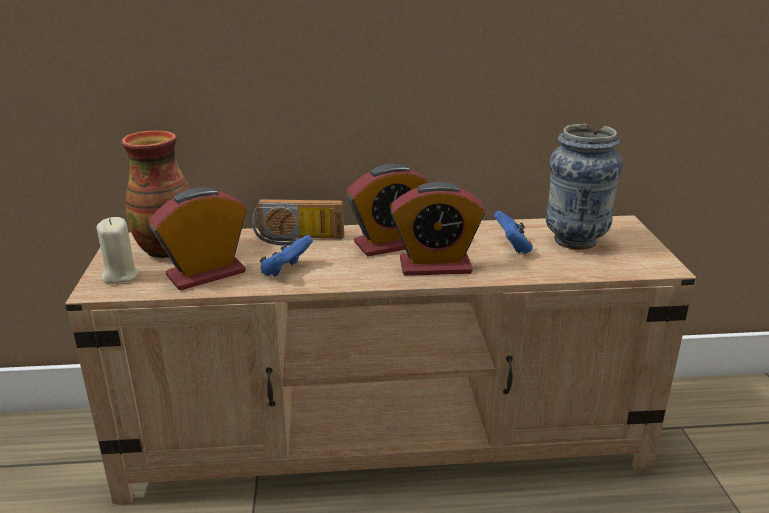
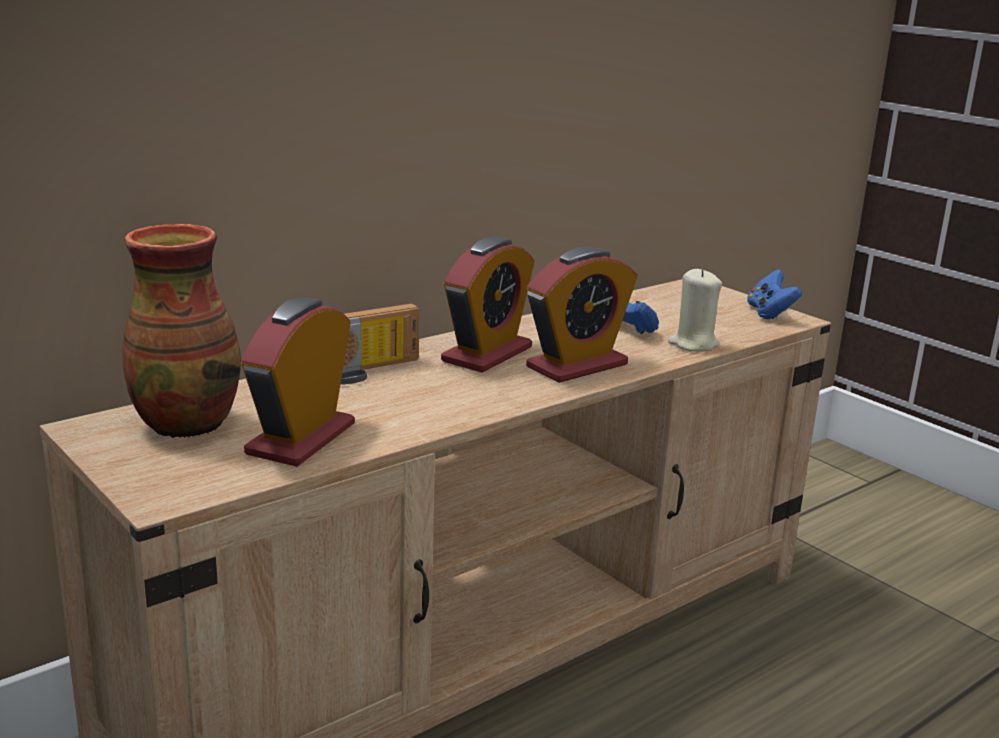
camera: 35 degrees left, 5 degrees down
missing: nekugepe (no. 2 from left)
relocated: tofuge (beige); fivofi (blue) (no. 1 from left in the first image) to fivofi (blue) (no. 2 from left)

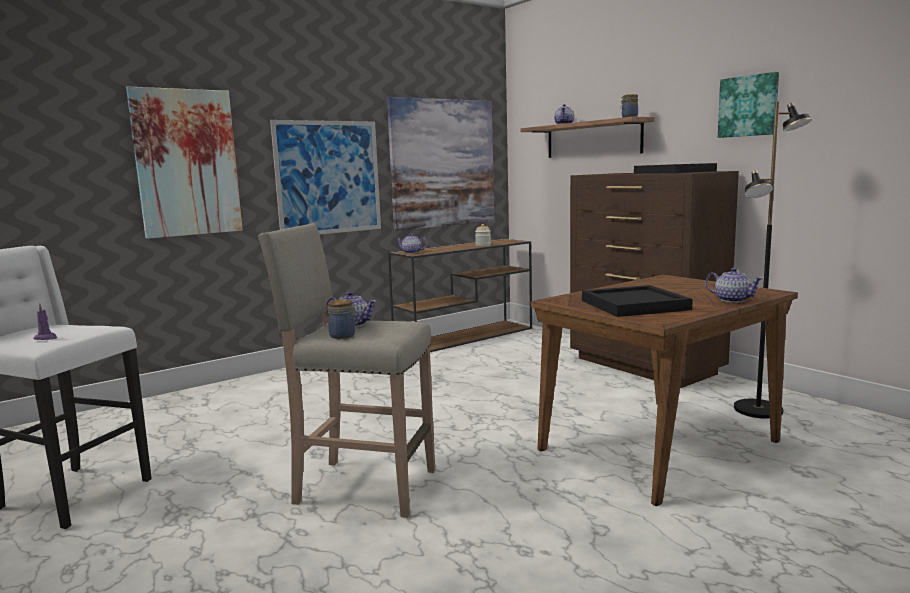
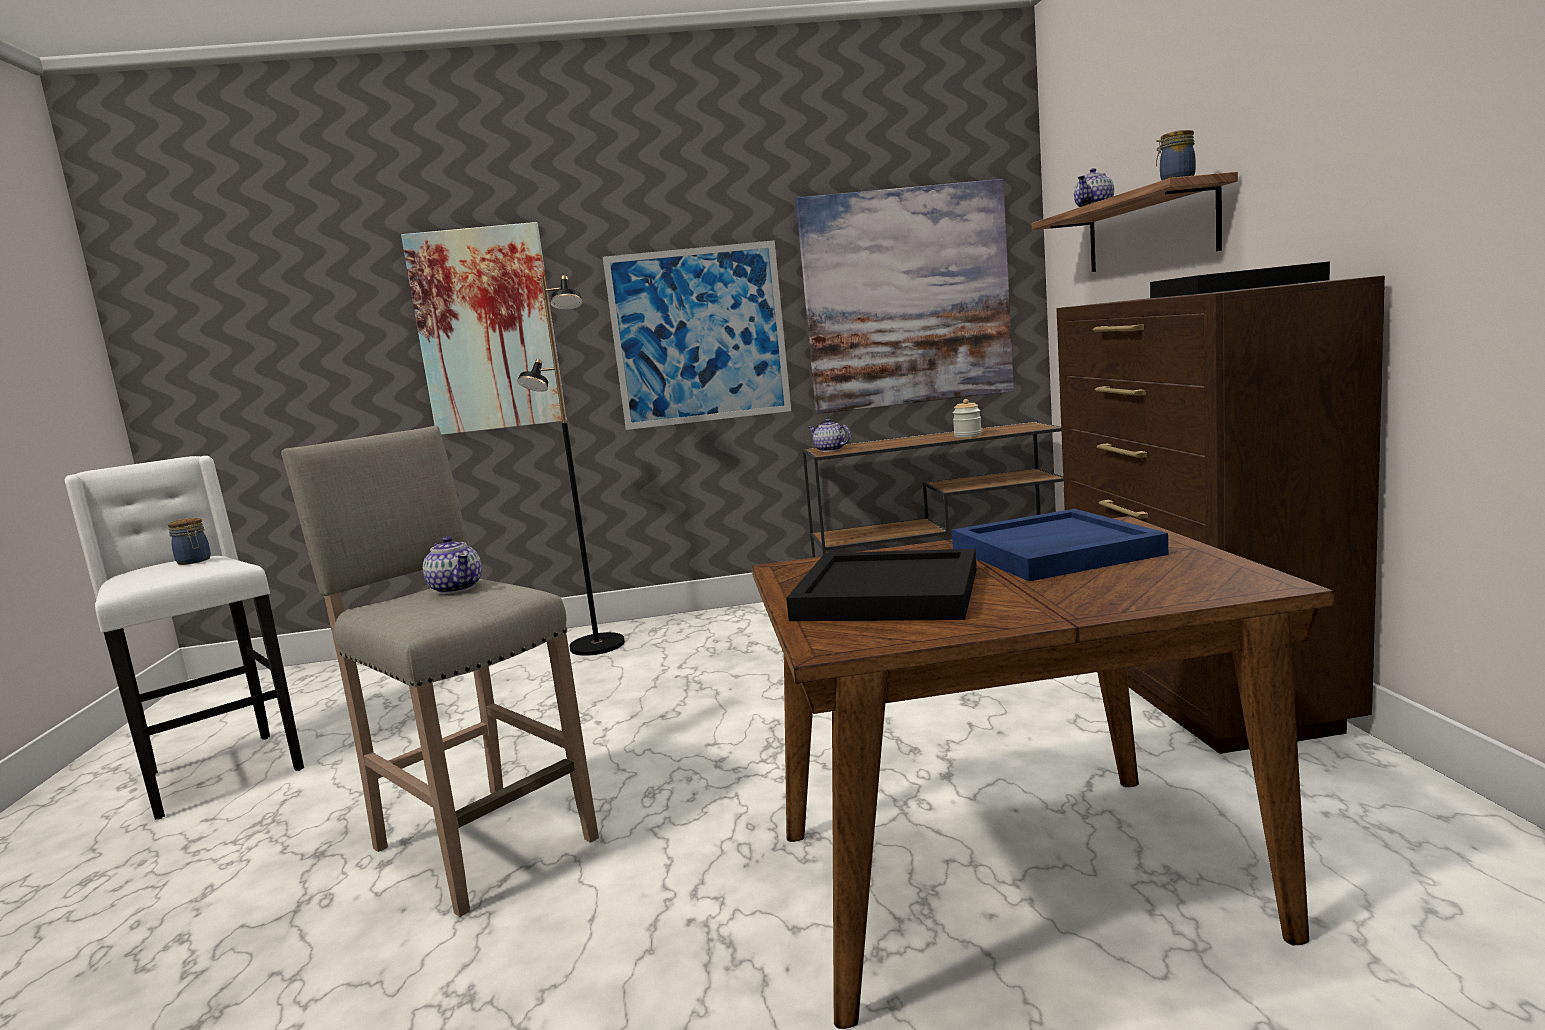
camera: 30 degrees right, 0 degrees up
missing: tofuge (purple); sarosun (no. 4 from left); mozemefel (no. 4 from left)
appeared: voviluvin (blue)
relocated: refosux (no. 1 from left); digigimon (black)

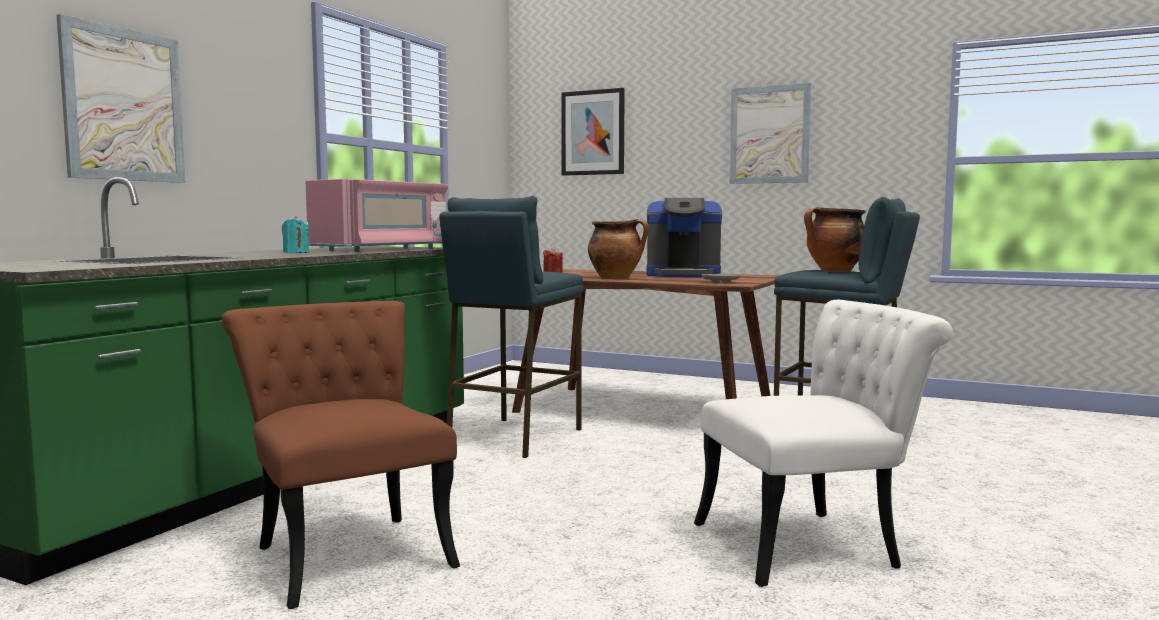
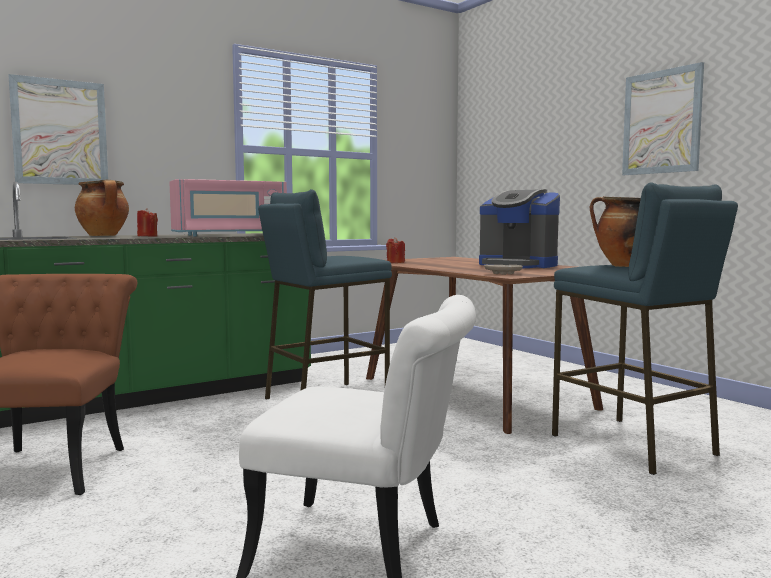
camera: 30 degrees right, 0 degrees up
missing: mozemefel (no. 2 from left)
relocated: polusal (no. 1 from left)
colour: tofuge (turquoise) to tofuge (red) (no. 1 from left)

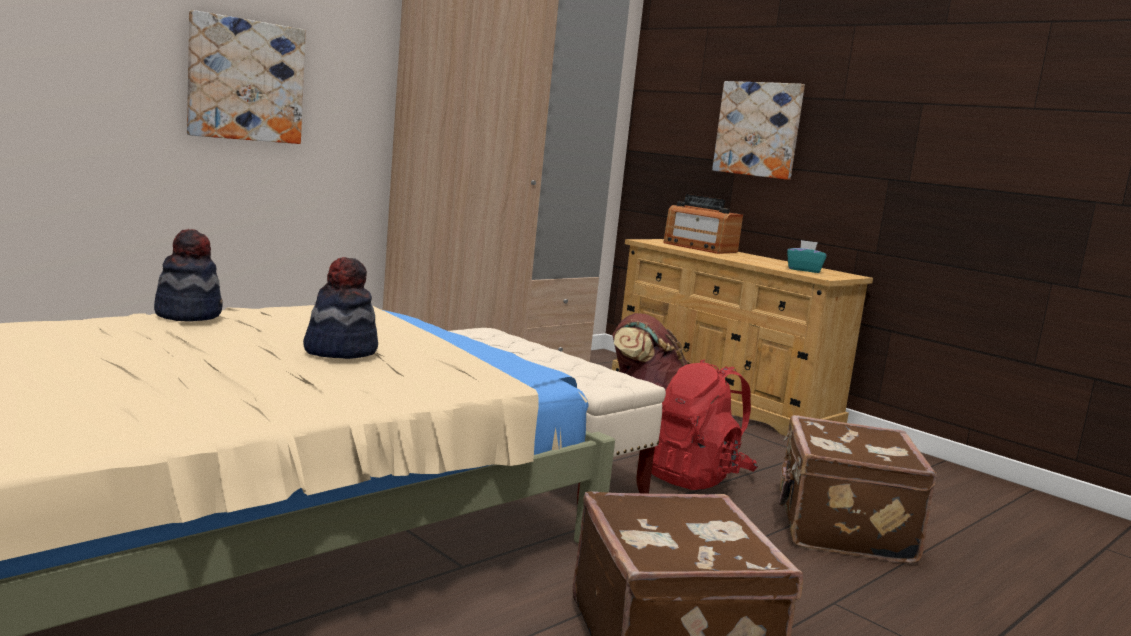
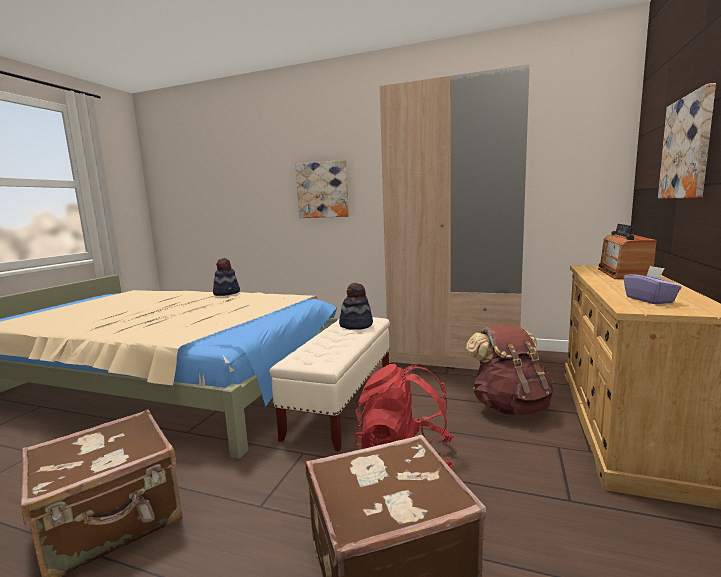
camera: 65 degrees right, 0 degrees up
relocated: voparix (no. 2 from left)
colour: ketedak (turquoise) to ketedak (purple)

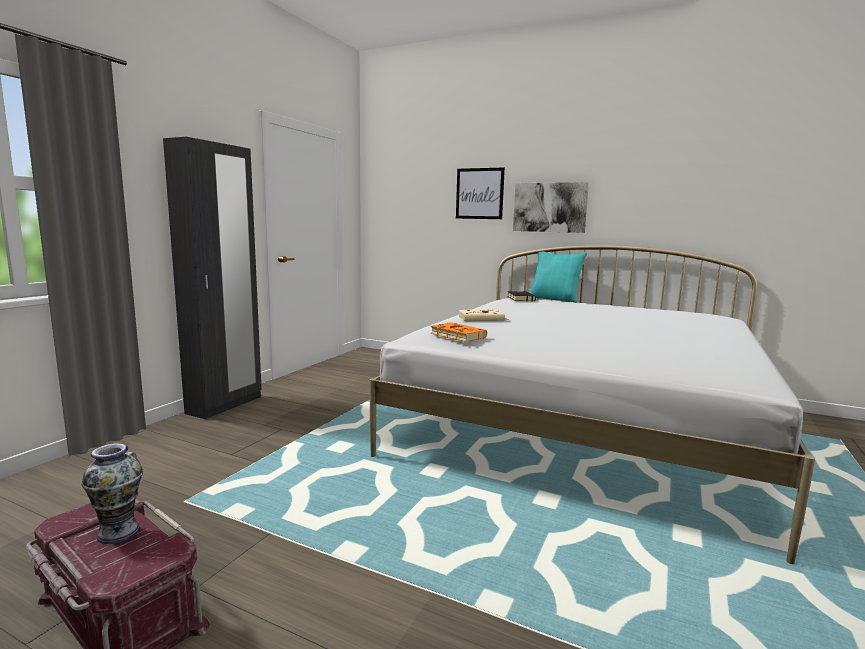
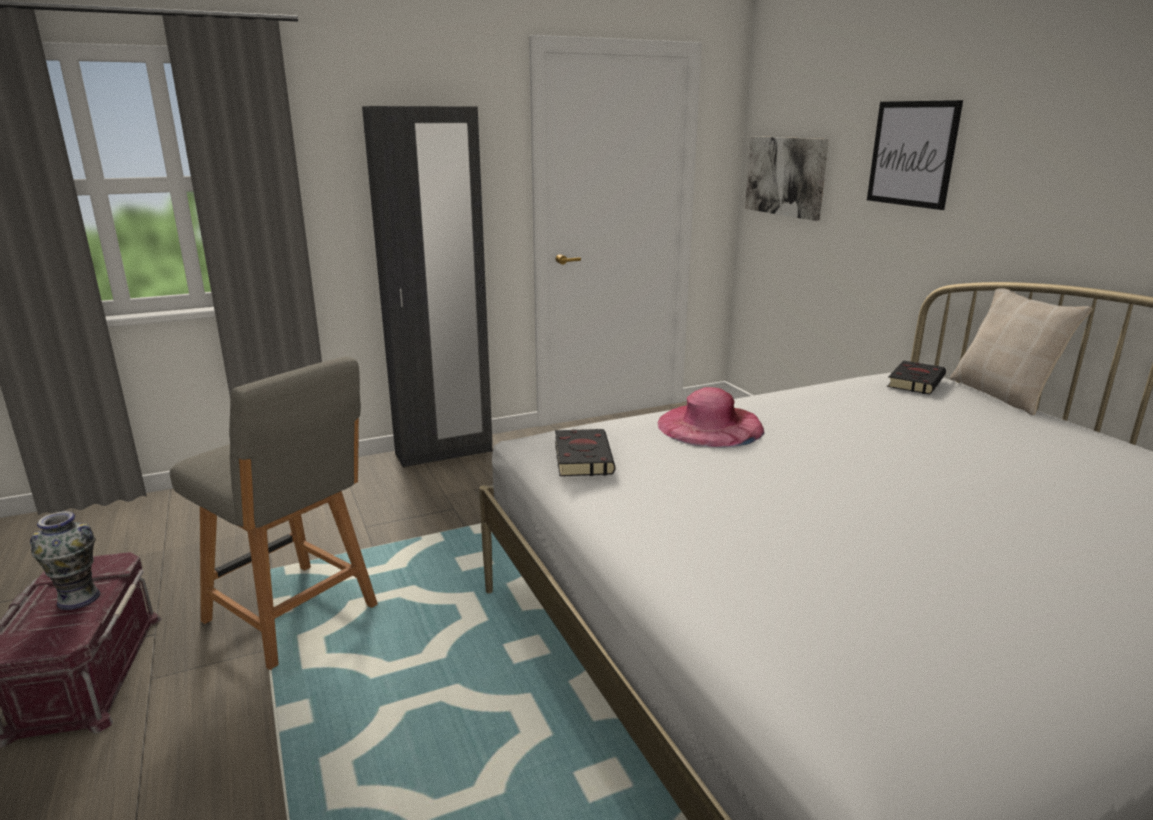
camera: 40 degrees right, 10 degrees up
appeared: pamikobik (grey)
relocated: mozemefel (no. 2 from left in the first image) to mozemefel (no. 1 from left)
exchanged: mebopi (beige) to voparix (pink)
colour: mebopi (orange) to mebopi (black) (no. 1 from left); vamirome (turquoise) to vamirome (beige)

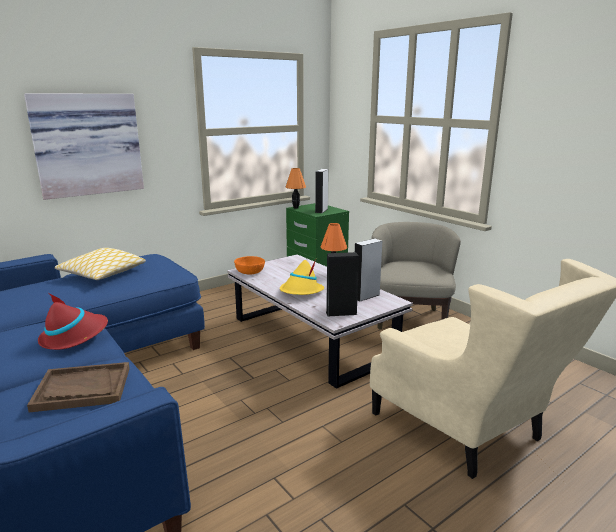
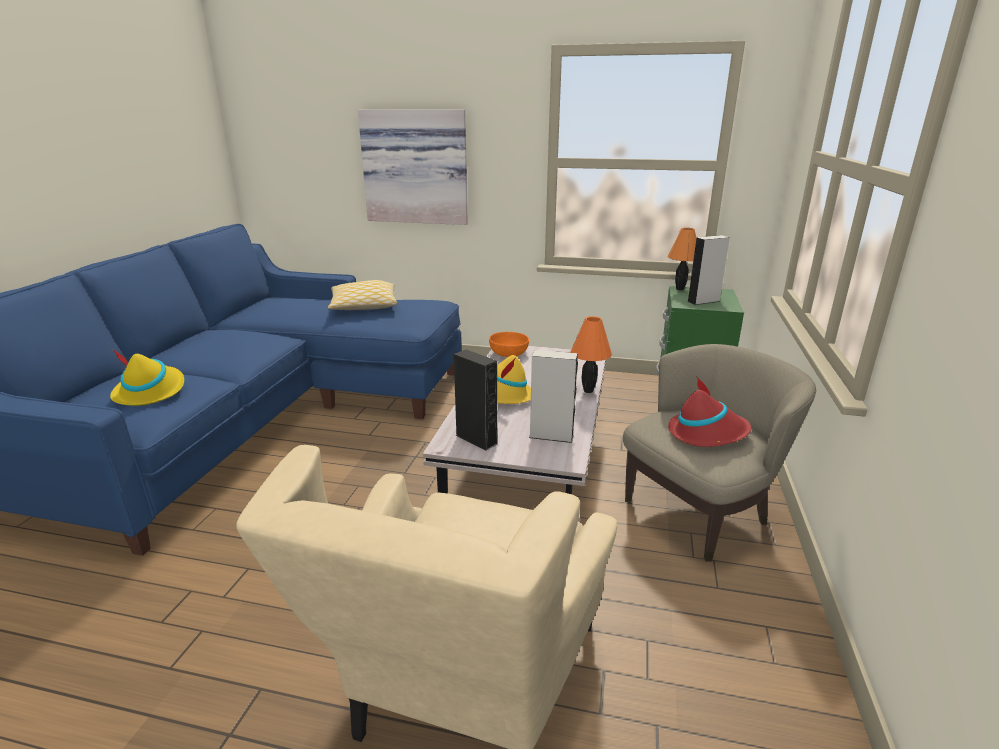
camera: 50 degrees right, 5 degrees up
relocated: voparix (red)
exchanged: voviluvin (brown) to voparix (yellow) (no. 1 from left)

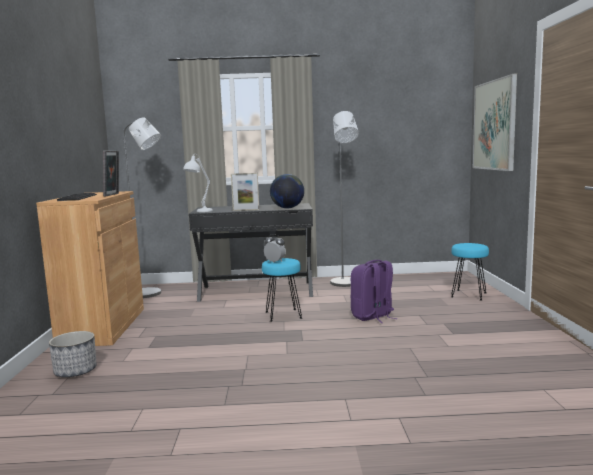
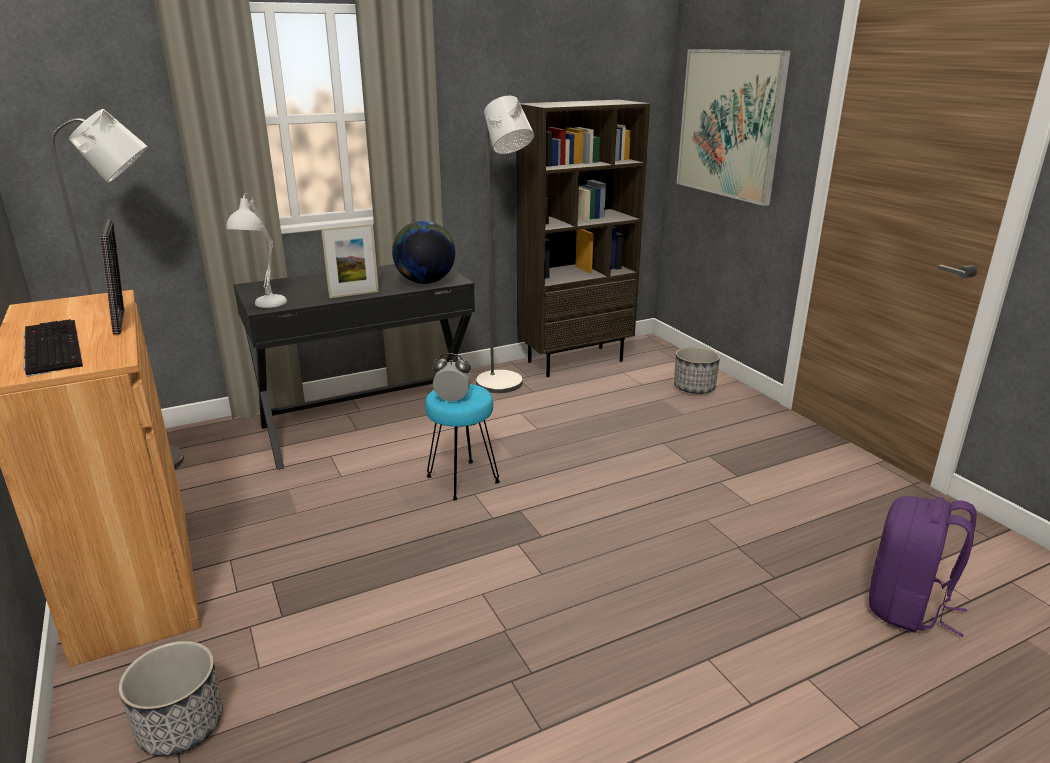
camera: 25 degrees left, 15 degrees up
appeared: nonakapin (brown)
relocated: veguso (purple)
exchanged: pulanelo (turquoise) (no. 2 from left) to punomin (no. 2 from left)

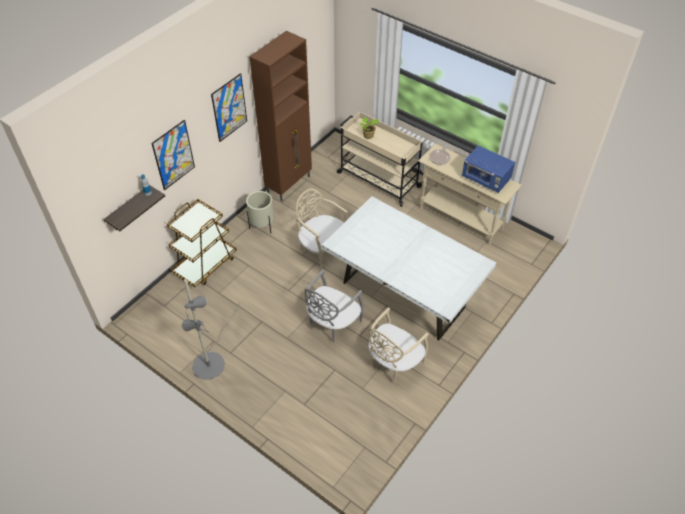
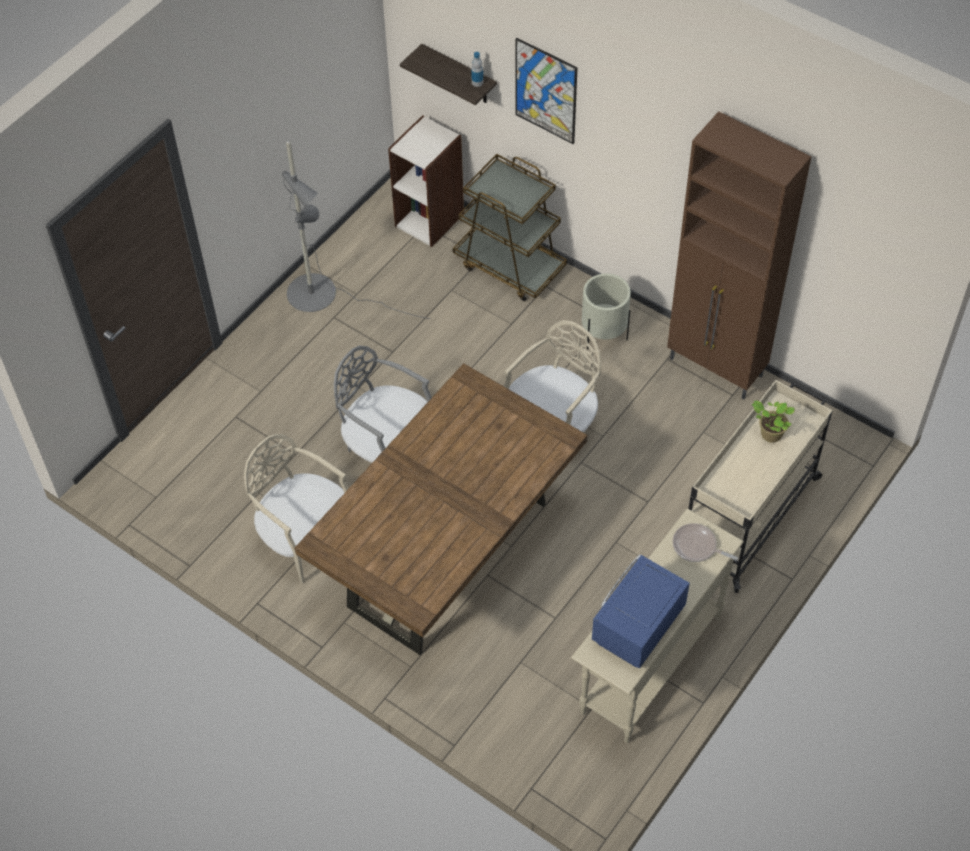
camera: 90 degrees right, 5 degrees up
missing: mozemefel (no. 2 from left)
appeared: nonakapin
colour: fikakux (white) to fikakux (brown)

